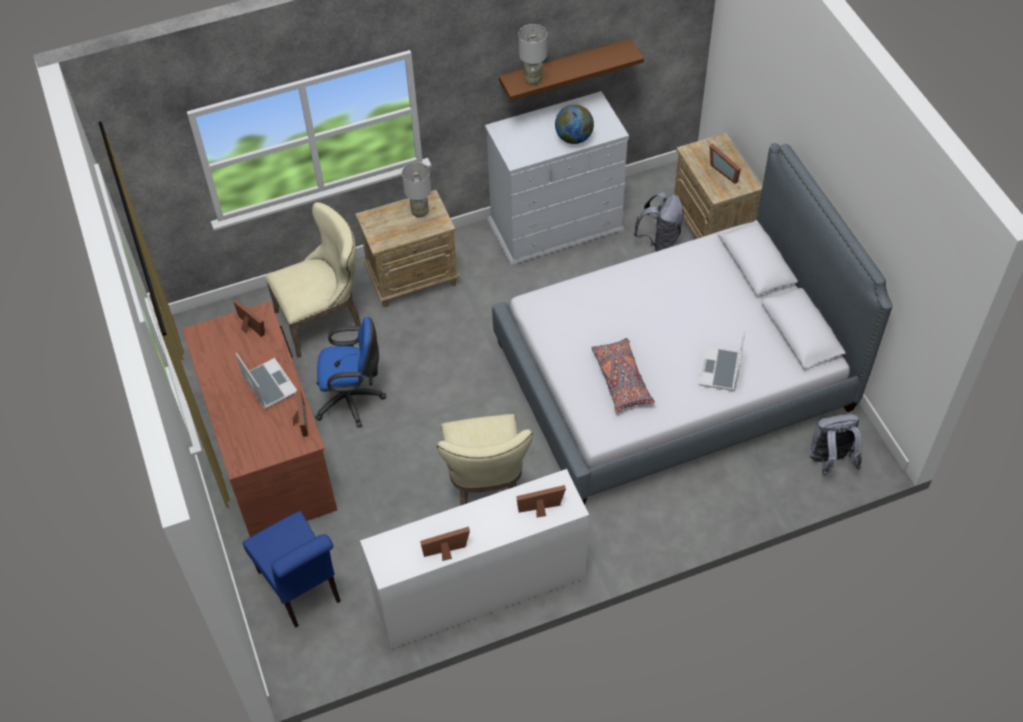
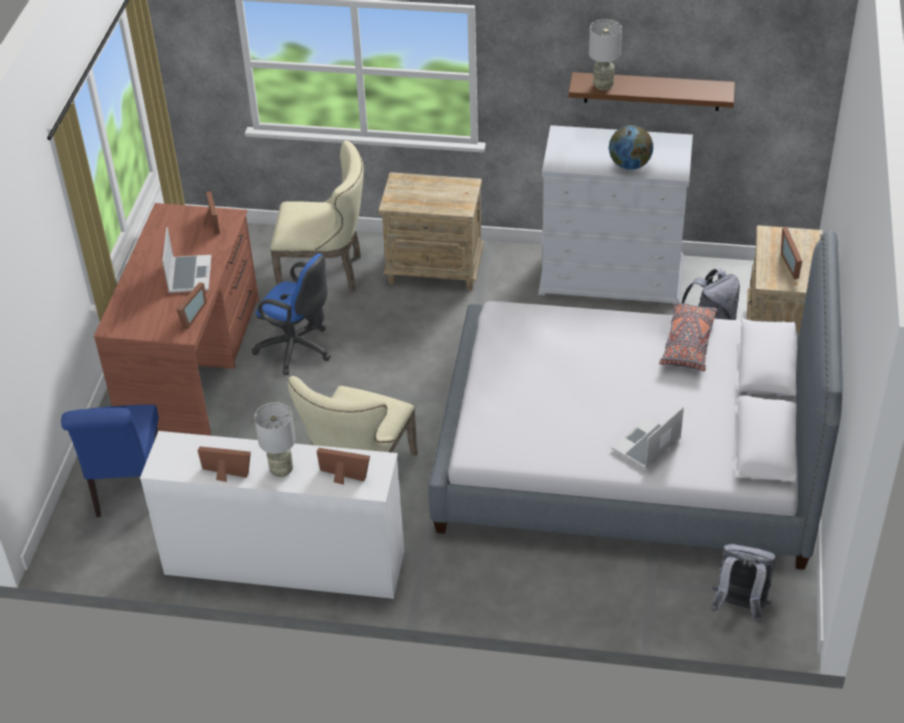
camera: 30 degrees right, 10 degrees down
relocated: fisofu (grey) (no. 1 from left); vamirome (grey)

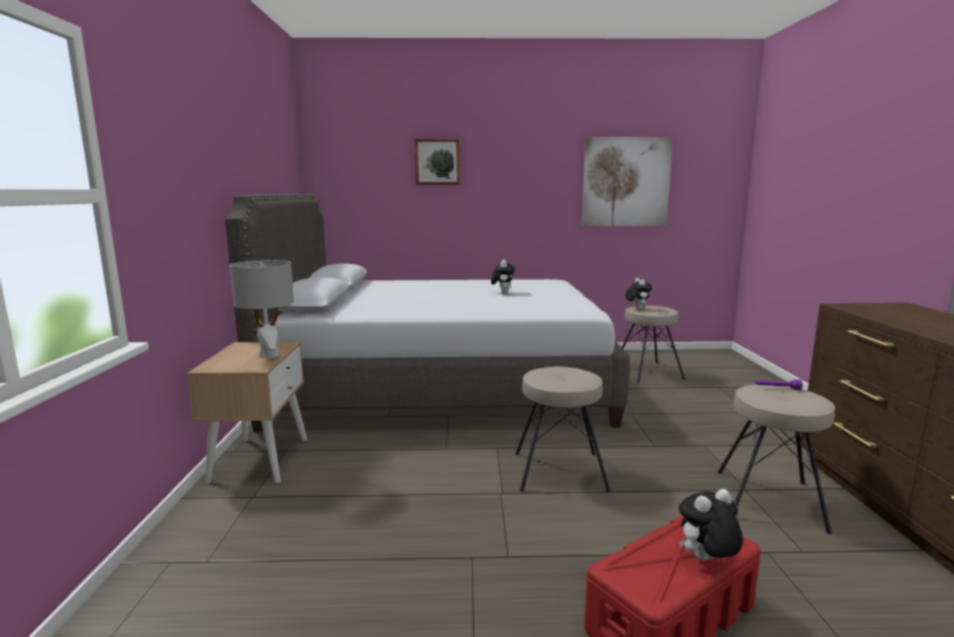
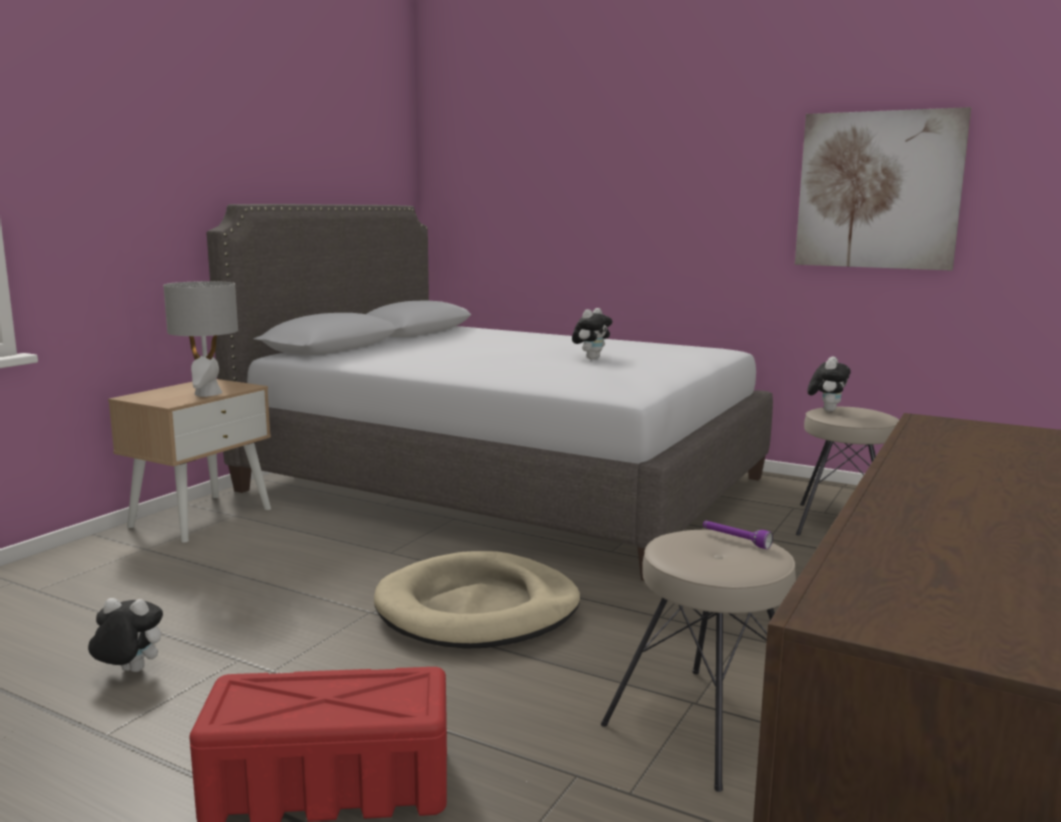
camera: 30 degrees right, 0 degrees up
missing: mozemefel (no. 1 from left)
relocated: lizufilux (no. 3 from left in the first image) to lizufilux (no. 1 from left)
exchanged: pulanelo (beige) (no. 1 from left) to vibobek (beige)

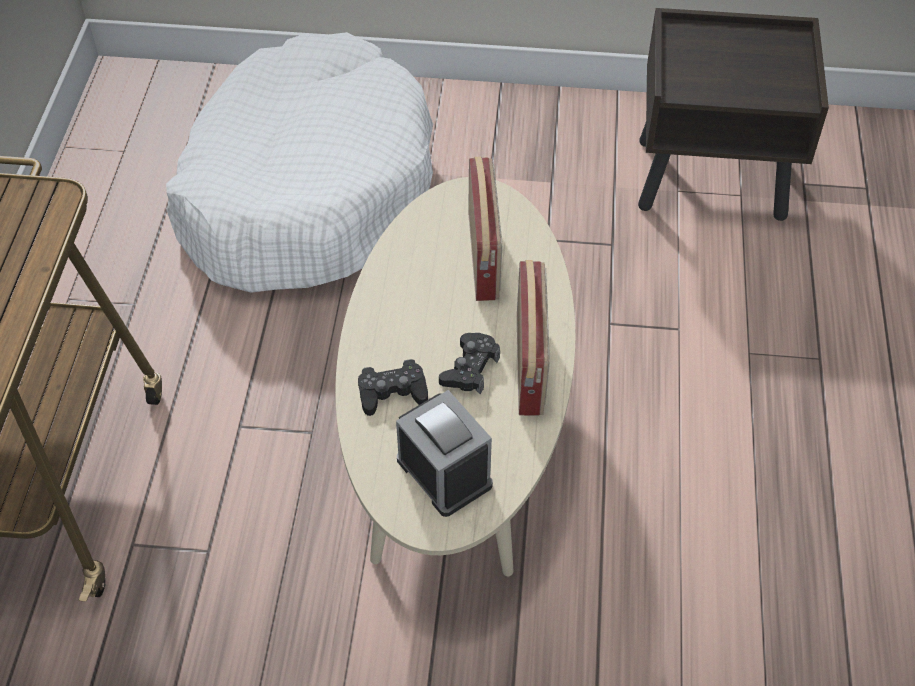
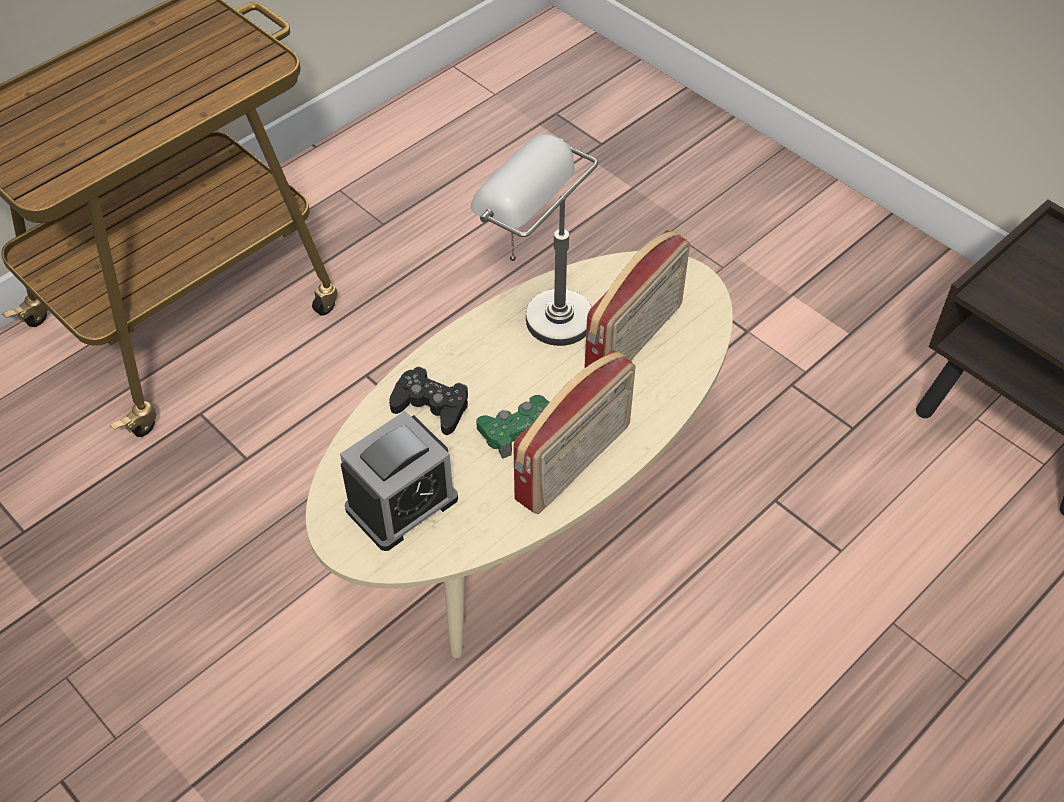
camera: 40 degrees right, 0 degrees up
missing: vibobek (white)
appeared: fisofu (grey)
colour: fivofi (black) (no. 2 from left) to fivofi (green)
spun: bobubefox 45 degrees clockwise

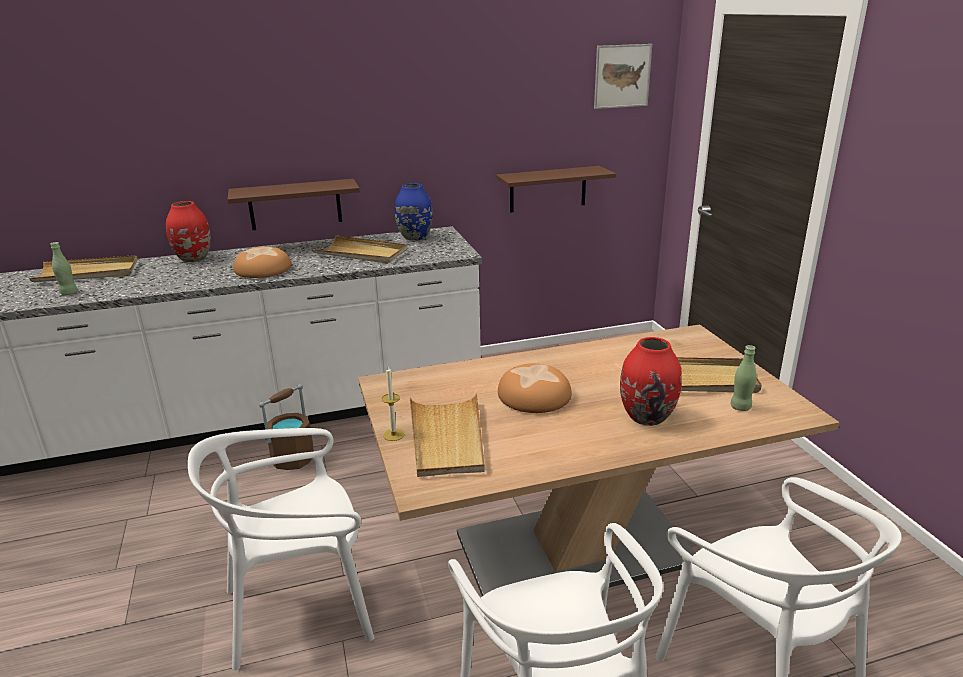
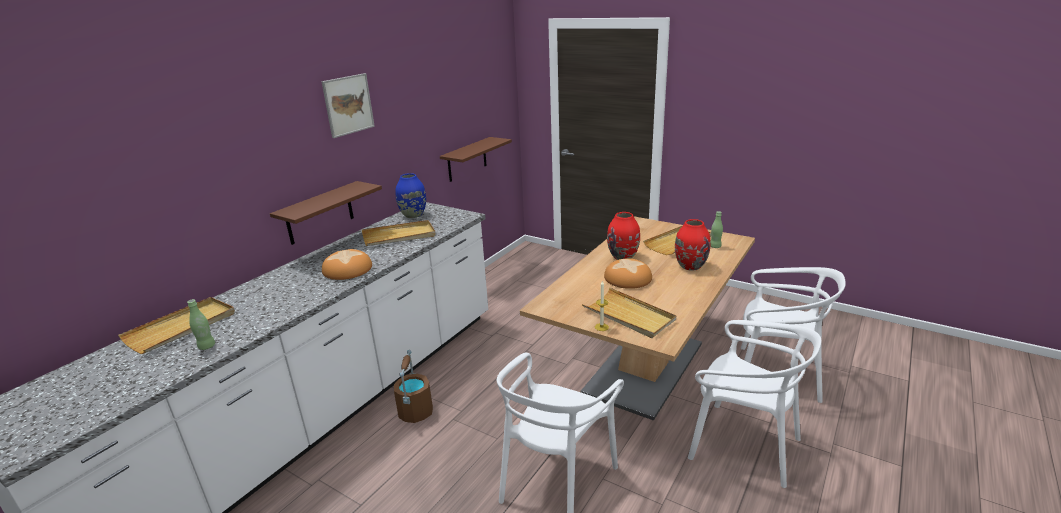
camera: 40 degrees left, 0 degrees up
relocated: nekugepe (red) (no. 1 from left); mozemefel

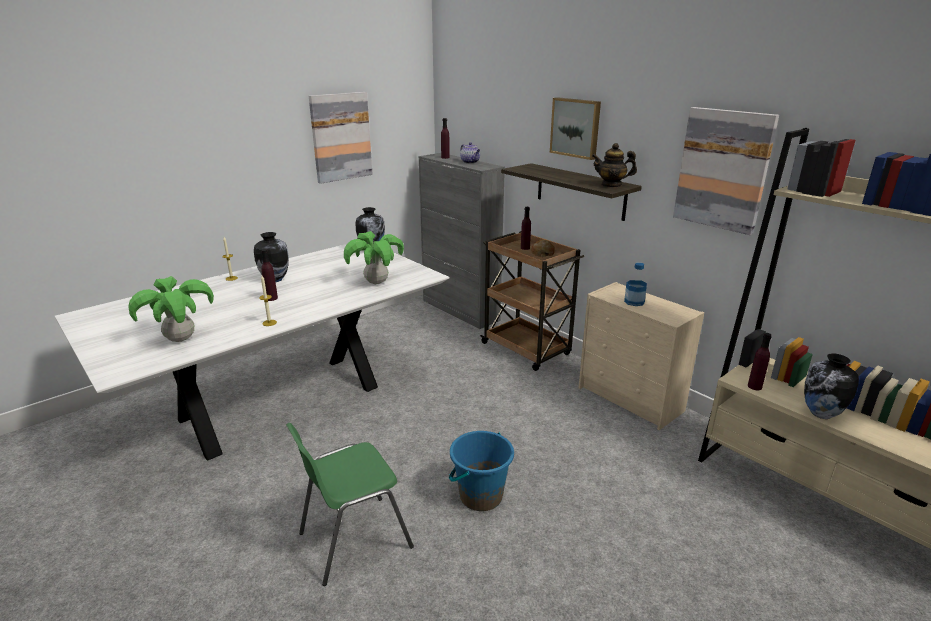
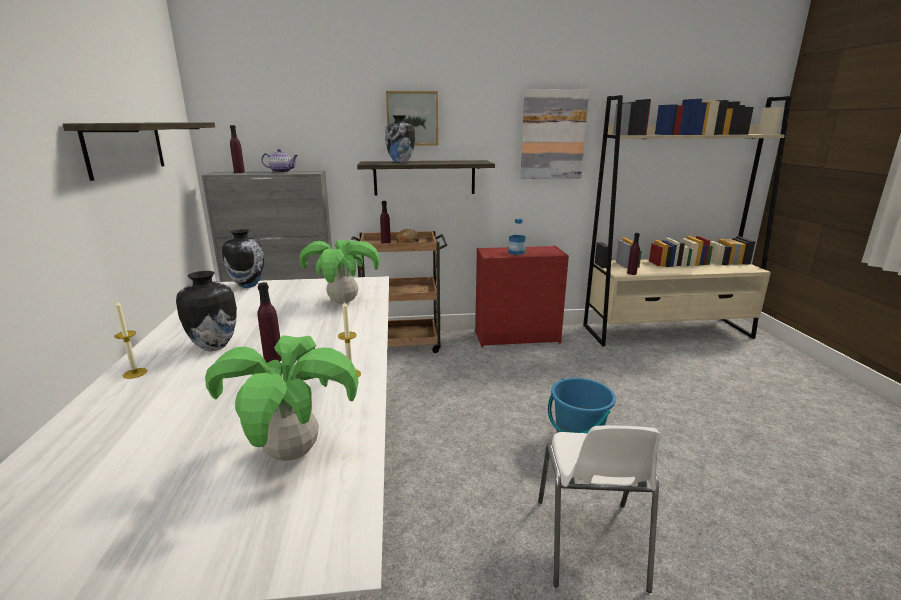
camera: 55 degrees left, 5 degrees down
missing: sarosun (no. 2 from left)
relocated: nekugepe (no. 3 from left)
exchanged: mozemefel (no. 1 from left) to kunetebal (no. 1 from left)
colour: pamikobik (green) to pamikobik (white); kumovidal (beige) to kumovidal (red)

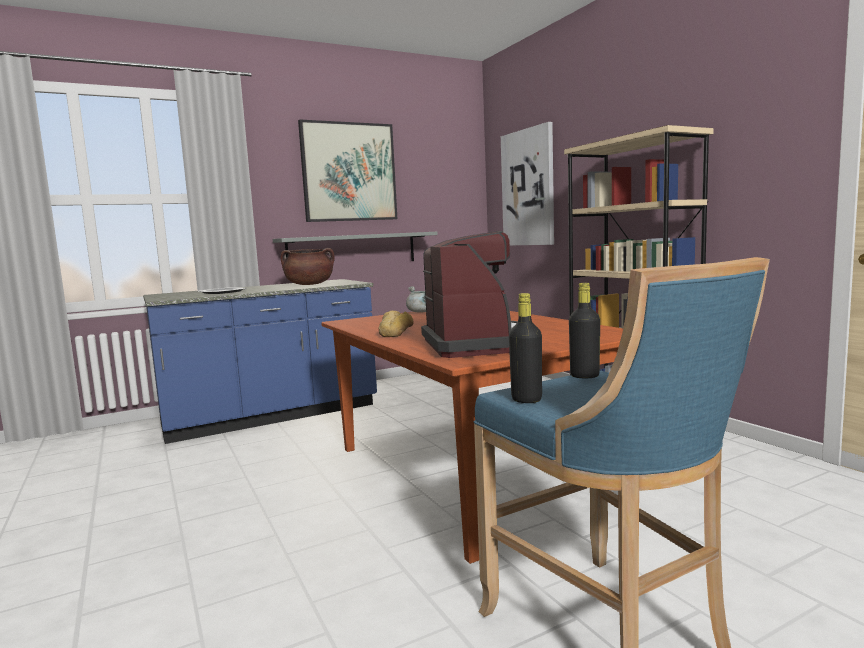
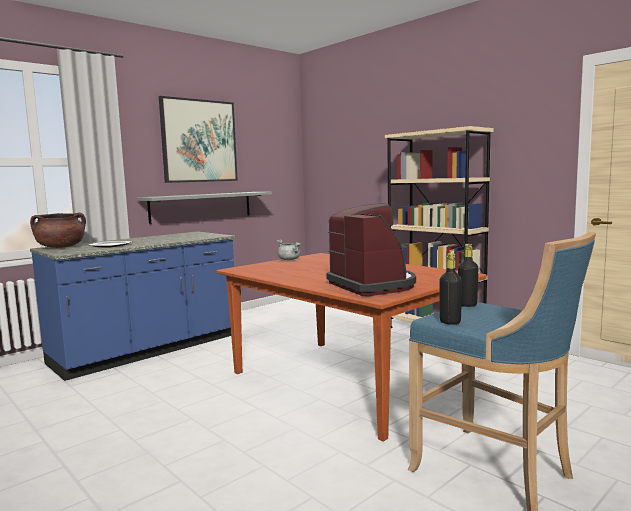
camera: 15 degrees left, 0 degrees up
missing: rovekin; mozemefel (no. 2 from left)
relocated: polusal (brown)

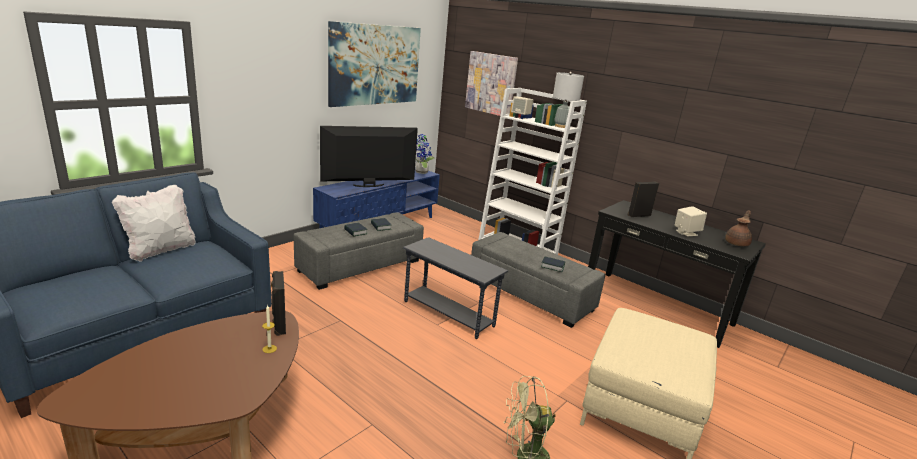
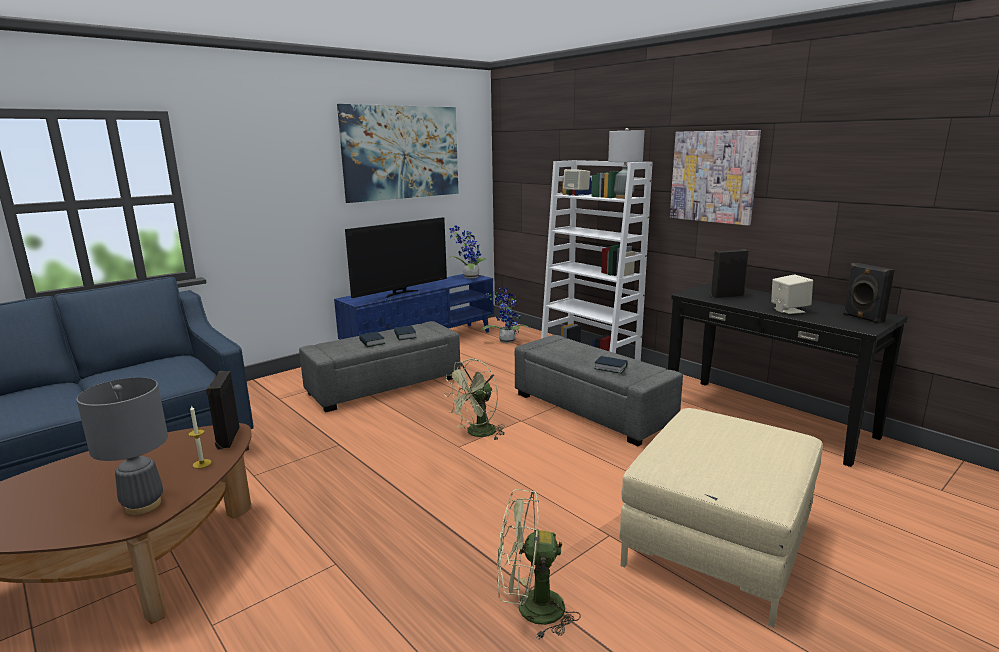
camera: 10 degrees right, 5 degrees down
missing: vamirome (white)
appeared: fisofu (grey) (no. 1 from left); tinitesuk (no. 2 from left)
relocated: mozemefel (no. 2 from left)
exchanged: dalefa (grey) to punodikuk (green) (no. 1 from left); sarosun (brown) to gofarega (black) (no. 3 from left)
spun: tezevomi 150 degrees clockwise

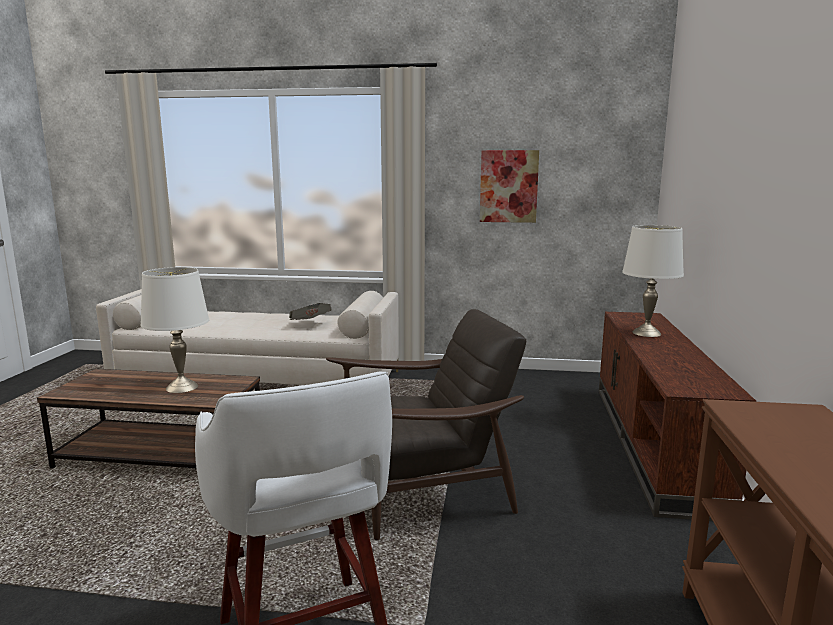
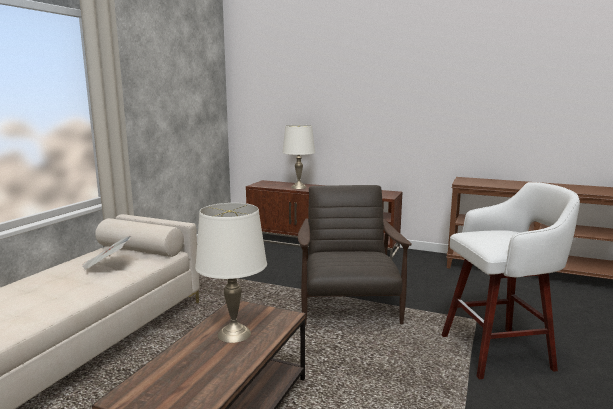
camera: 75 degrees left, 0 degrees up
missing: mozemefel

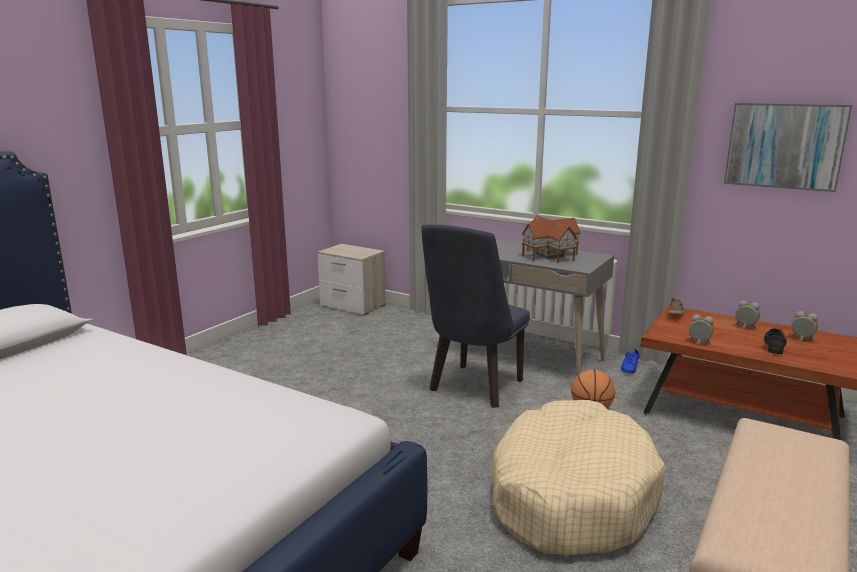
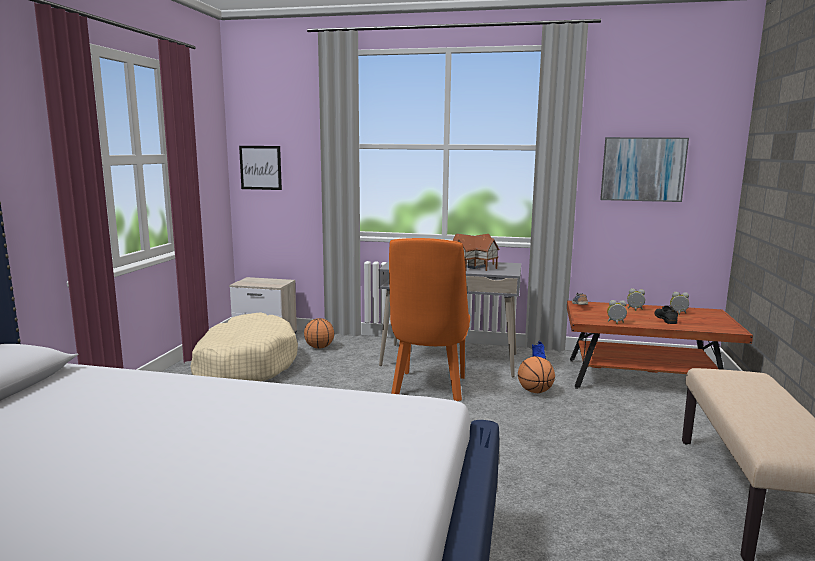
camera: 20 degrees left, 5 degrees down
appeared: mozemefel (no. 1 from left); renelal (no. 1 from left)
relocated: vibobek (beige)
colour: pamikobik (blue) to pamikobik (orange)

